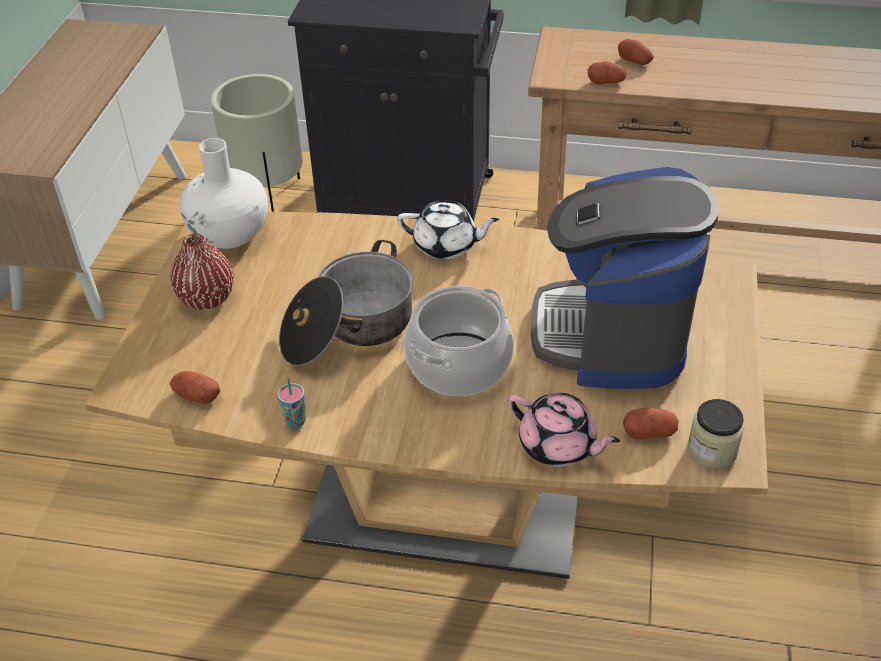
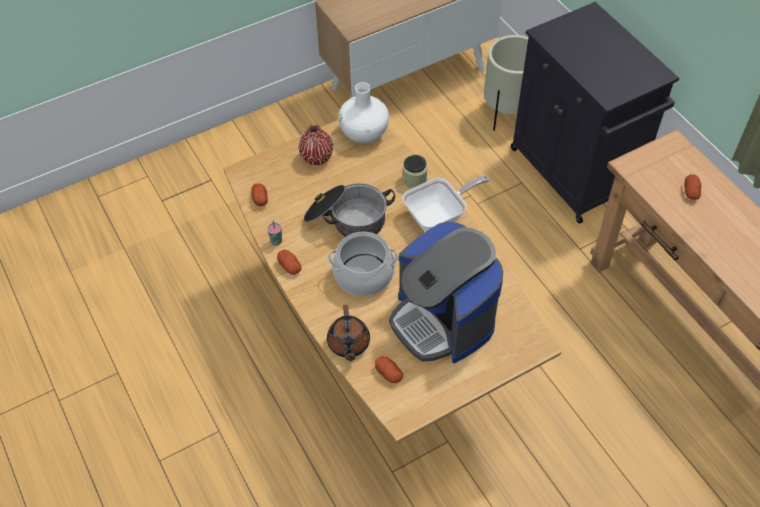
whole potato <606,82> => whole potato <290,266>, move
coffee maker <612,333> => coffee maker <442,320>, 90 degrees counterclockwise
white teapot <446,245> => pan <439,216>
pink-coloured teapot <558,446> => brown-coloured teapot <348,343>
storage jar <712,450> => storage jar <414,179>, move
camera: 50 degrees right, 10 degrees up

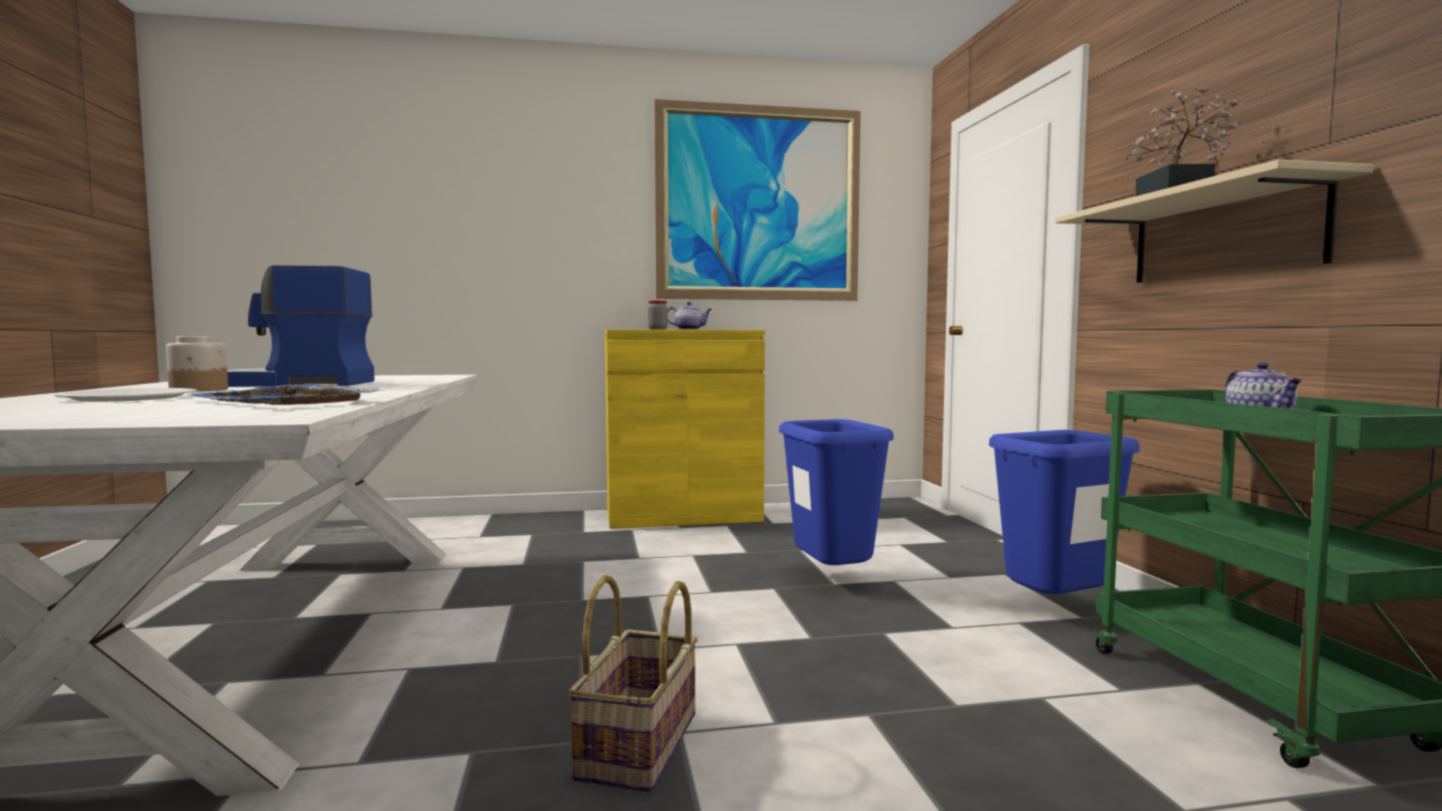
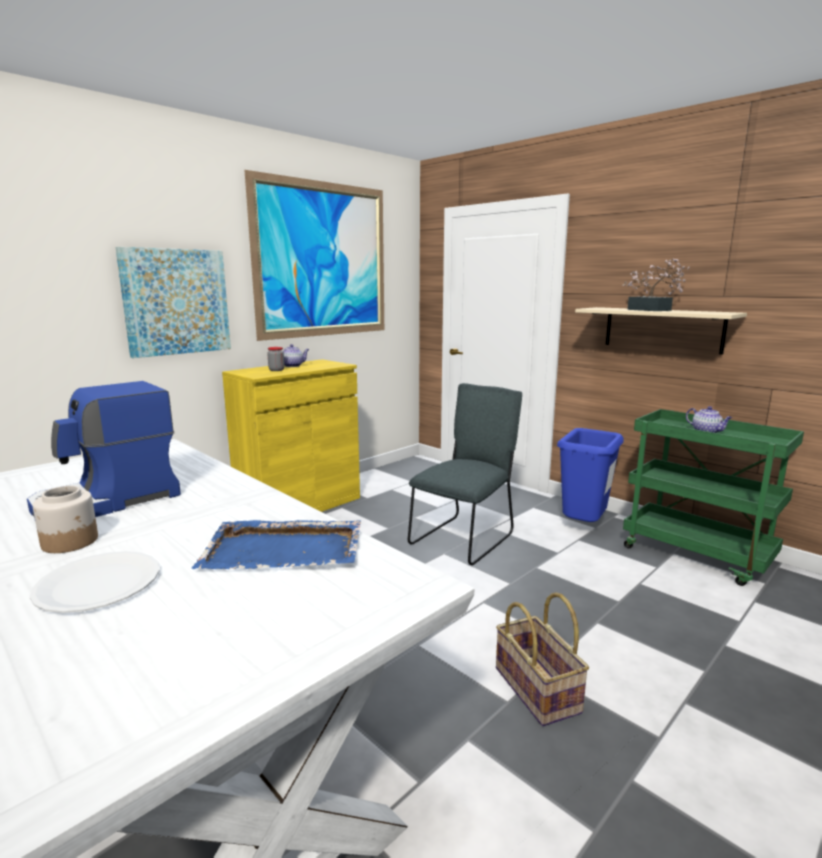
bluish waste bin <832,581> => gray upright chair <465,537>
nothing => picture <176,302>
camera: 35 degrees left, 10 degrees up

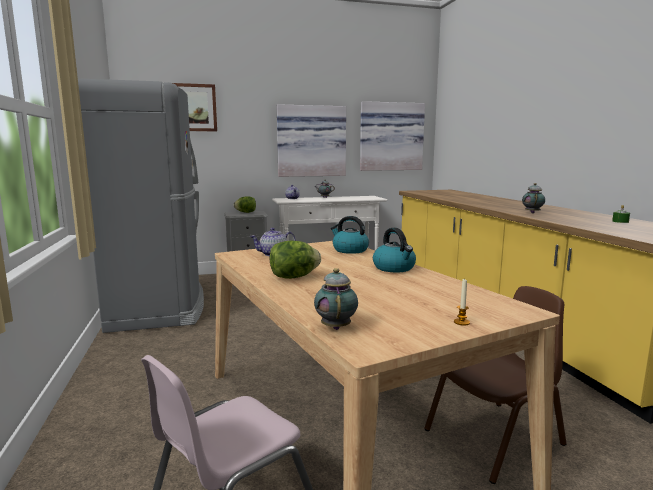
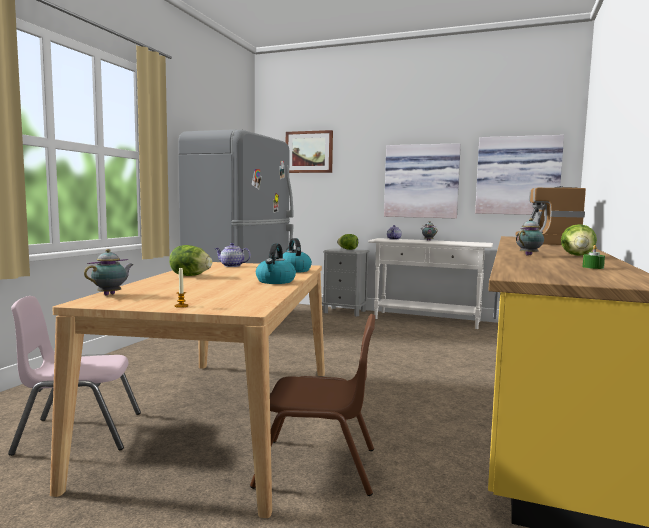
nothing => coffee maker <545,242>
nothing => lettuce <577,255>
camera: 35 degrees right, 5 degrees down

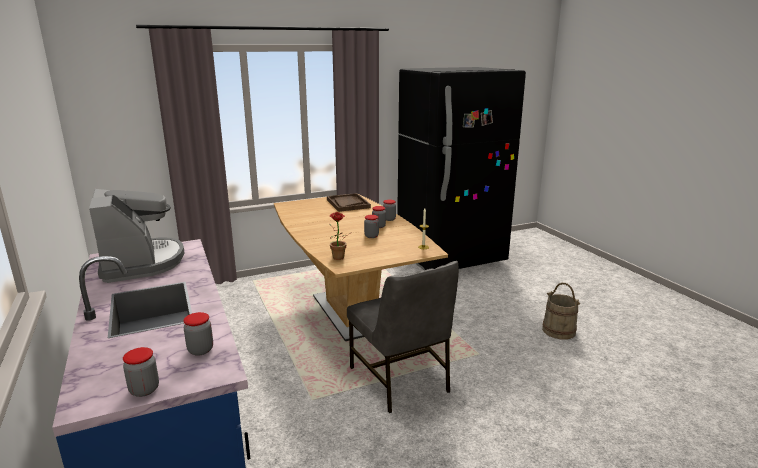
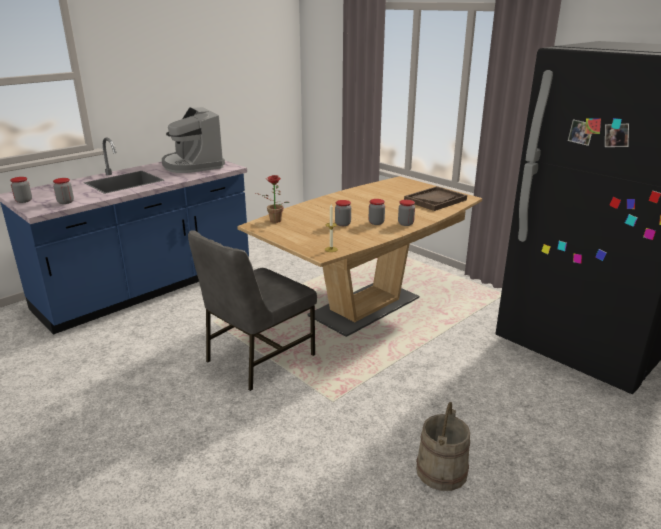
coffee maker <141,262> => coffee maker <192,165>, 105 degrees clockwise
camera: 70 degrees right, 5 degrees up

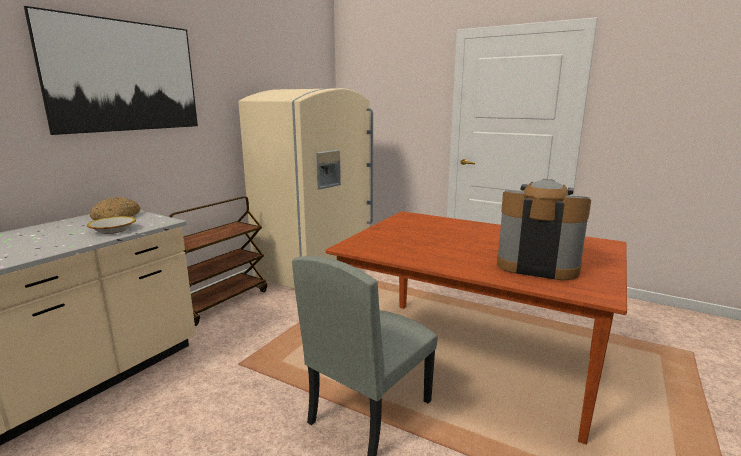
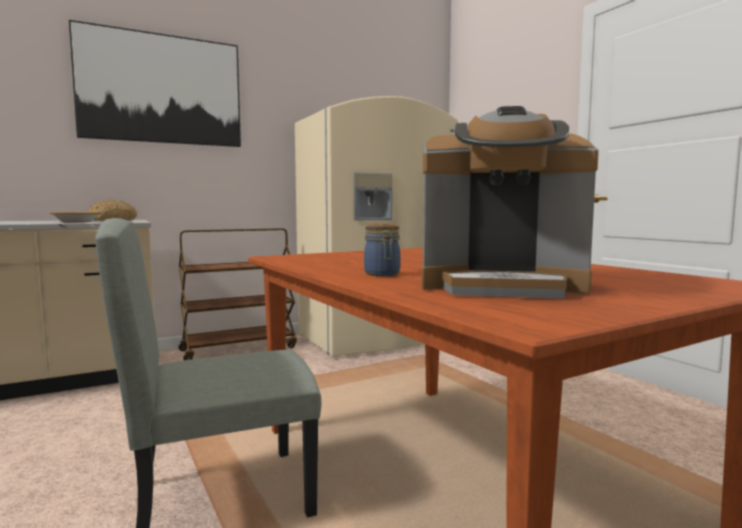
coffee maker <537,264> => coffee maker <500,286>, 135 degrees clockwise
nothing => storage jar <382,274>
camera: 30 degrees right, 10 degrees down

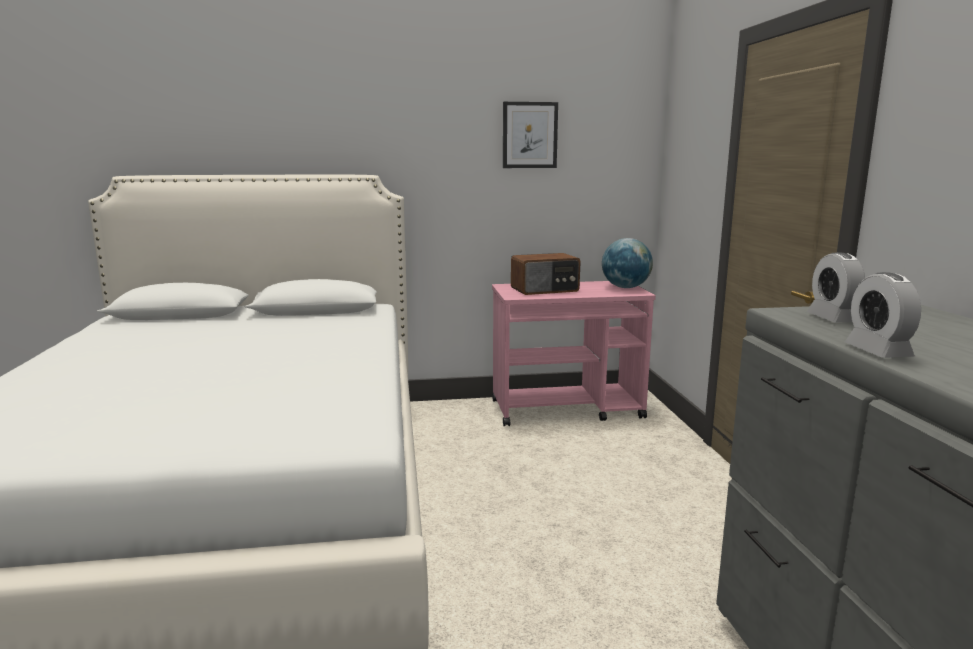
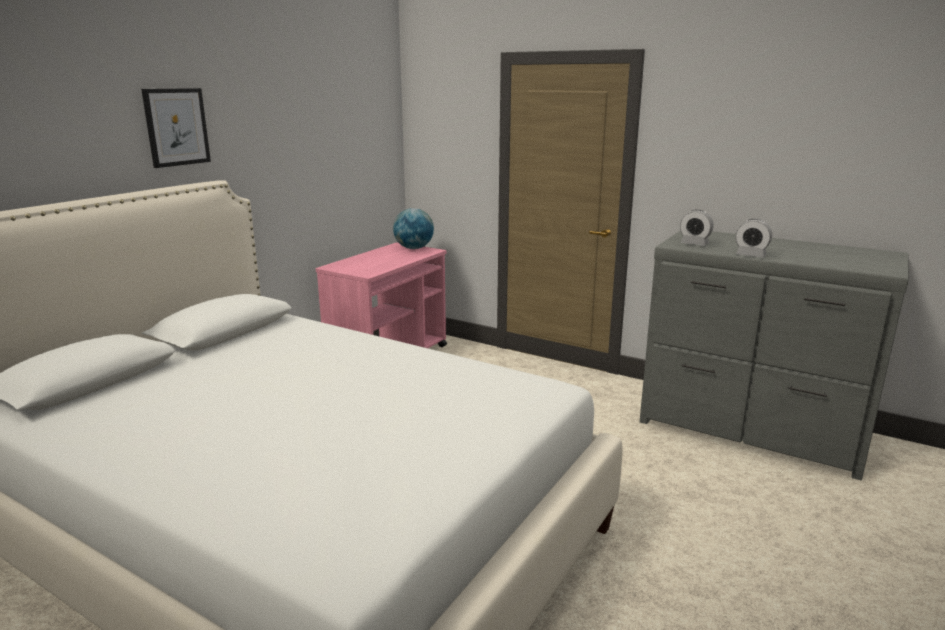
picture <529,135> => picture <176,127>, move
radio <545,290> => nothing
camera: 50 degrees left, 5 degrees up

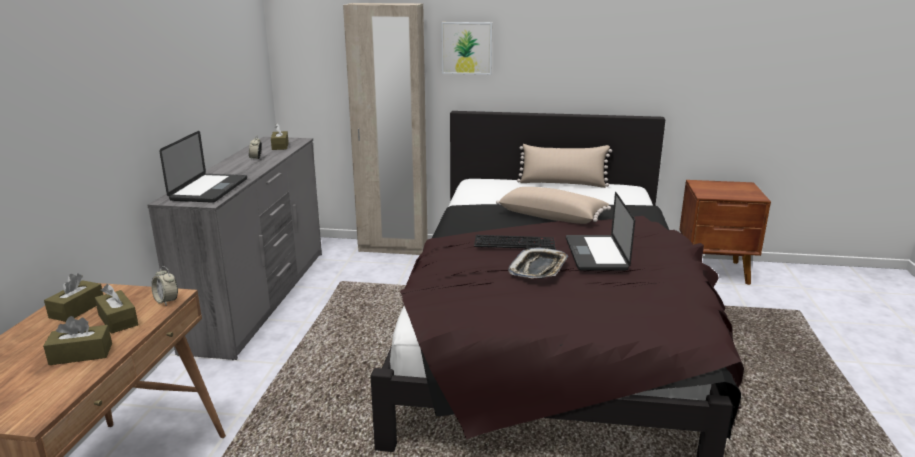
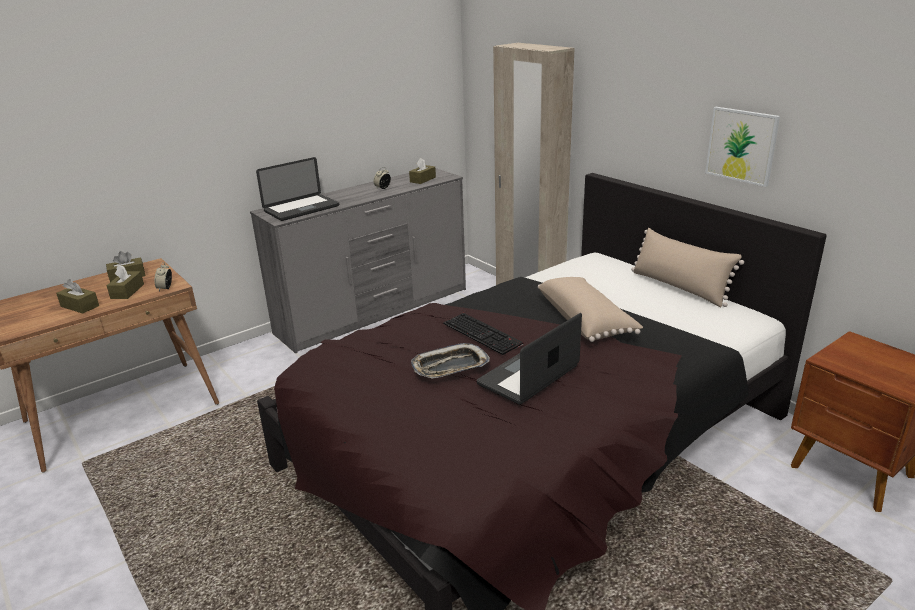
picture <466,48> => picture <741,145>, move
camera: 45 degrees right, 5 degrees up

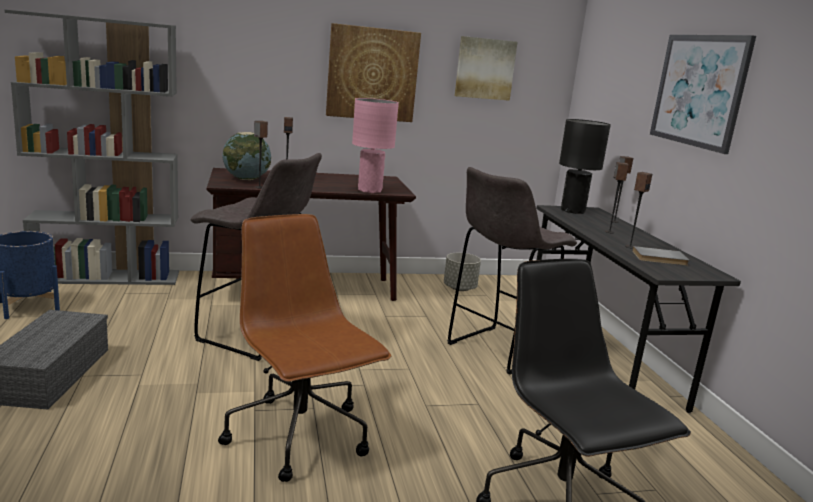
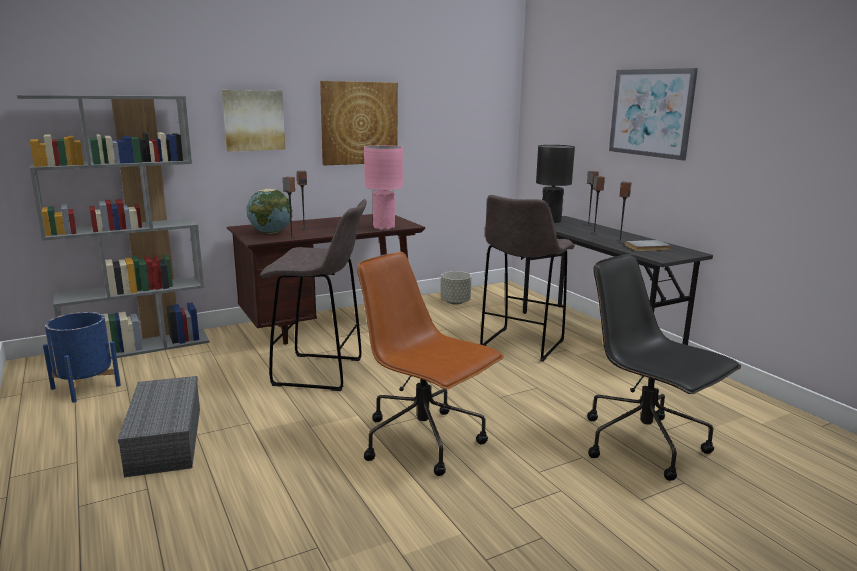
picture <484,68> => picture <253,120>, move
camera: 15 degrees left, 0 degrees up

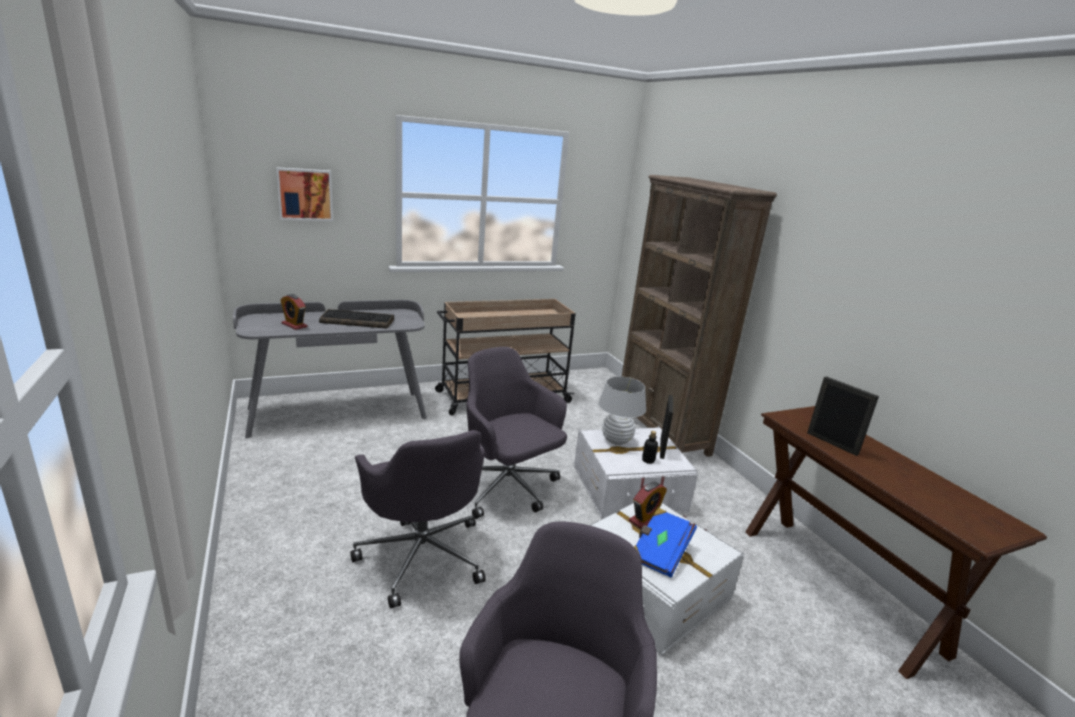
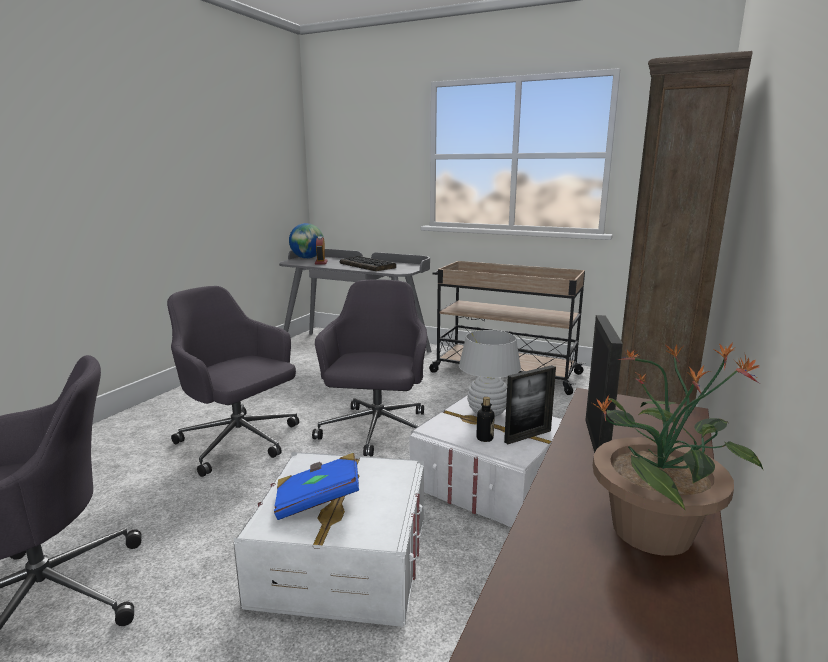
picture <305,194> => nothing
gray office chair <422,555> => gray office chair <240,442>, 105 degrees clockwise
table clock <645,519> => nothing
nothing => world globe <307,258>
nothing => potted plant <653,530>
camera: 50 degrees right, 5 degrees down

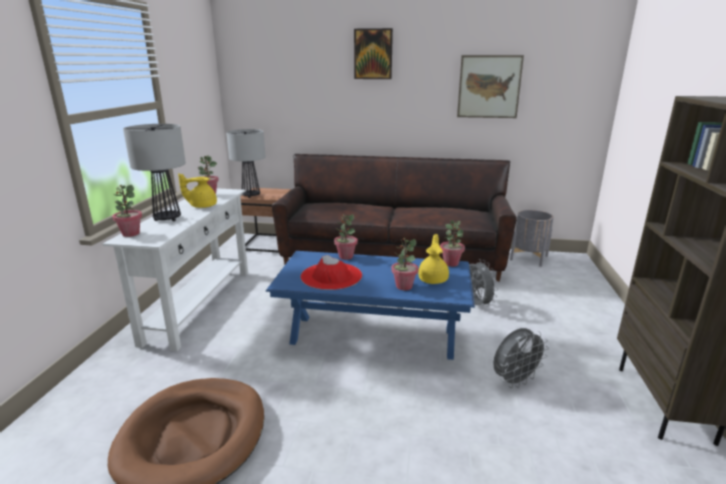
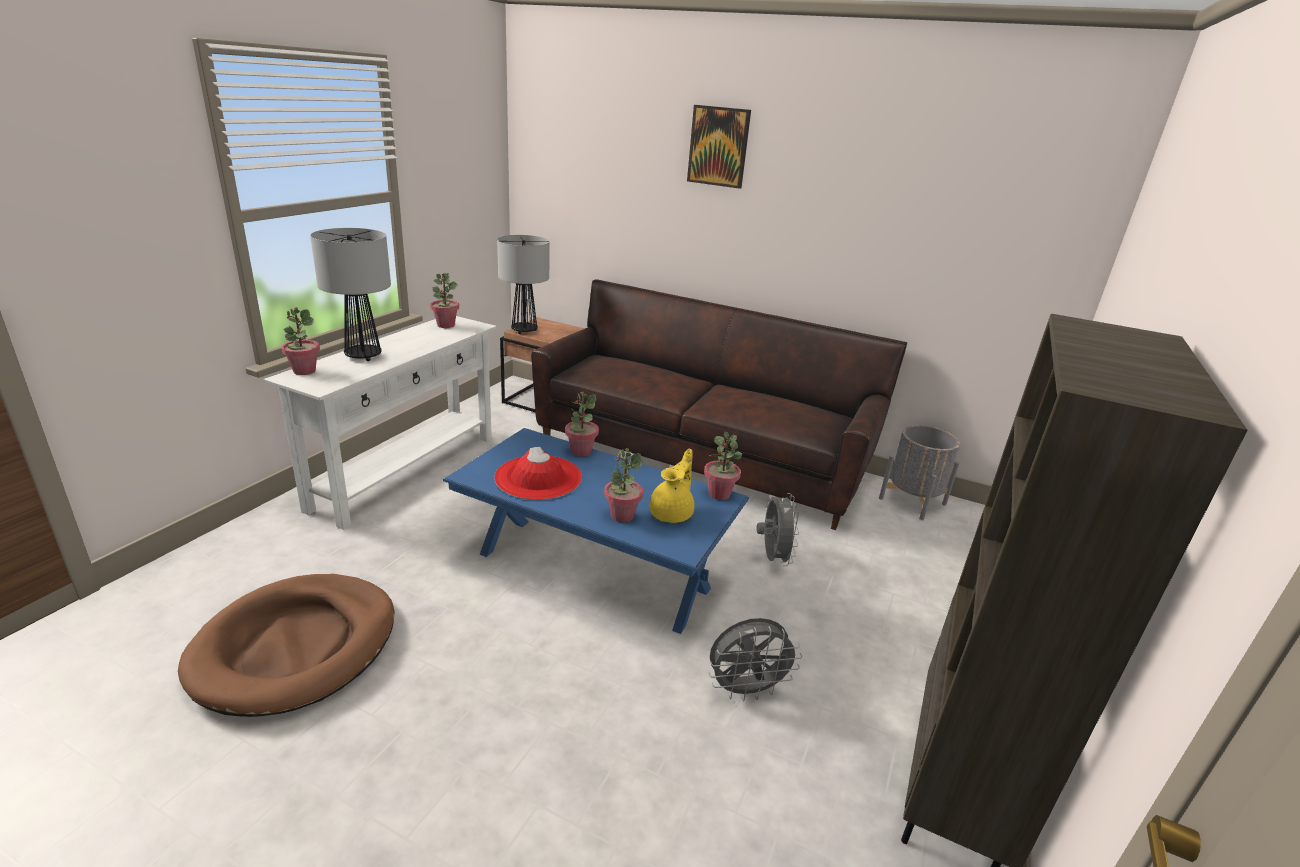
picture <489,87> => nothing
yellow-coloured teapot <202,206> => nothing
camera: 15 degrees right, 5 degrees up

